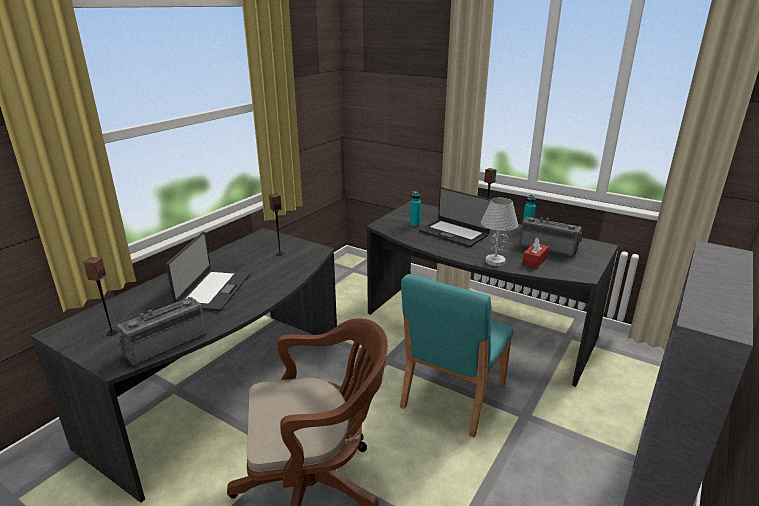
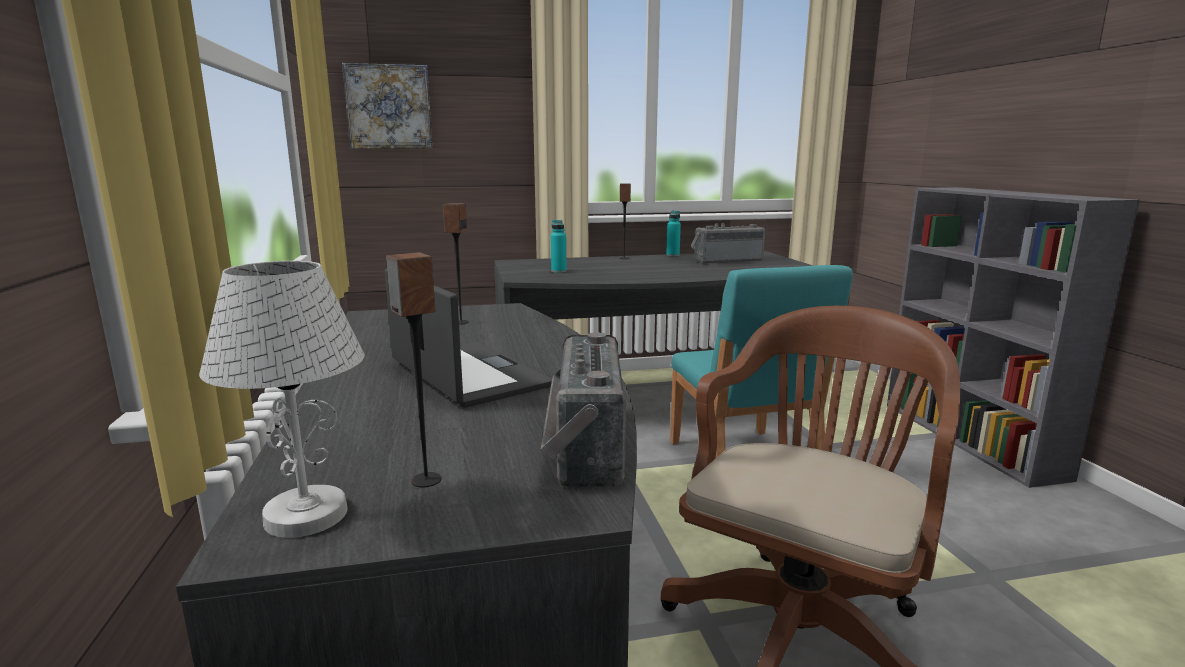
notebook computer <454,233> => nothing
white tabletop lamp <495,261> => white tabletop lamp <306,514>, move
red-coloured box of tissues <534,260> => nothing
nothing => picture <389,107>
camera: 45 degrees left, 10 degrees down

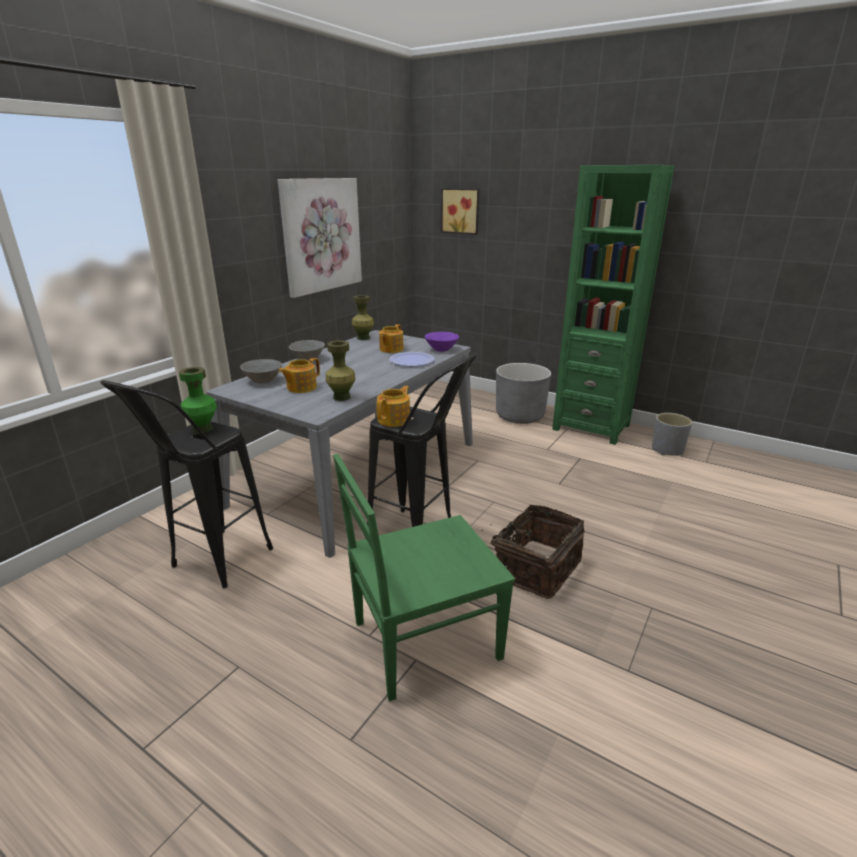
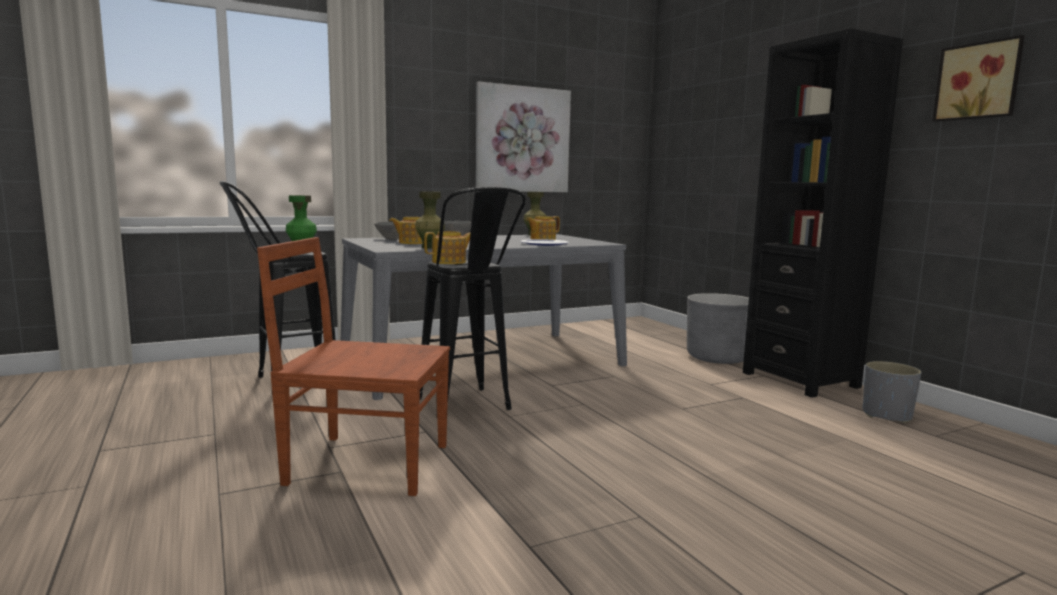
green-coloured shelving unit <591,427> => black shelving unit <800,380>
picture <461,211> => picture <978,81>, move
purple-coloured deep dish <442,349> => nothing
green-coloured upright chair <422,641> => brown-coloured upright chair <365,463>
basket <535,568> => nothing
camera: 30 degrees right, 15 degrees down

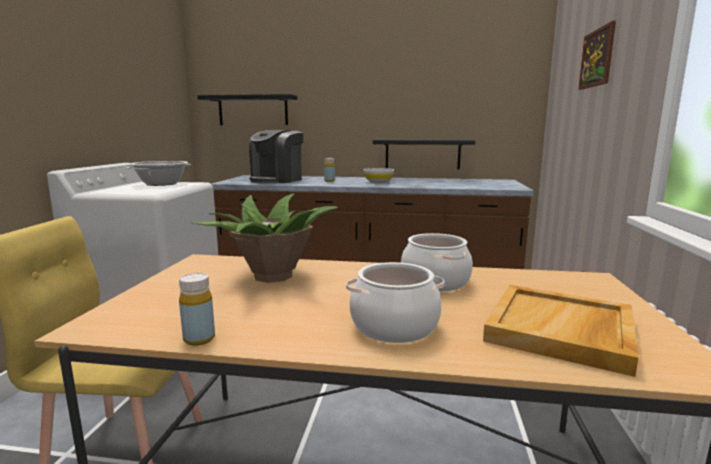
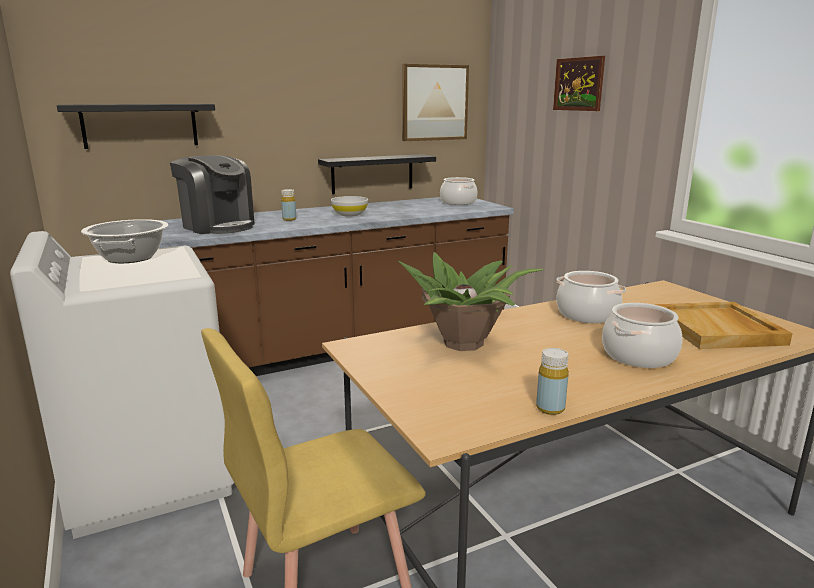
coffee maker <277,180> => coffee maker <218,226>, 45 degrees counterclockwise
nothing => picture <434,103>
nothing => cooking pot <458,202>
camera: 35 degrees left, 5 degrees up

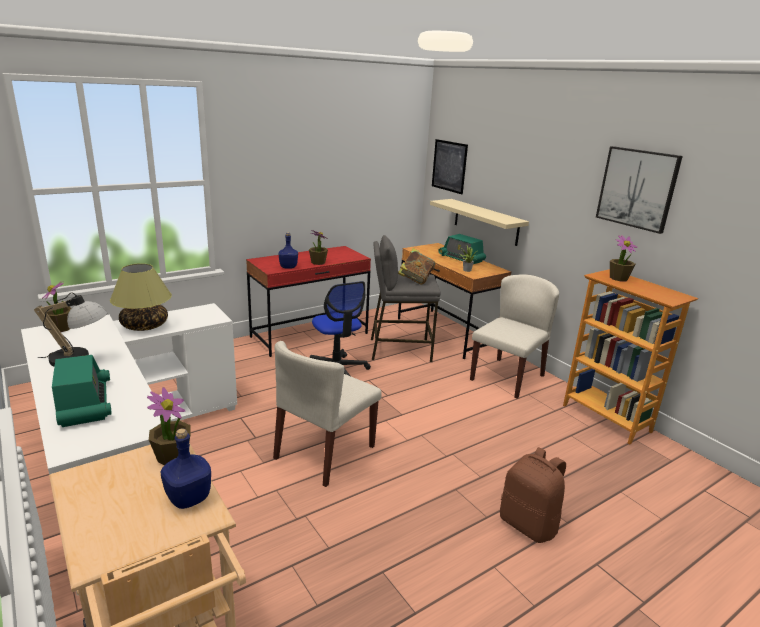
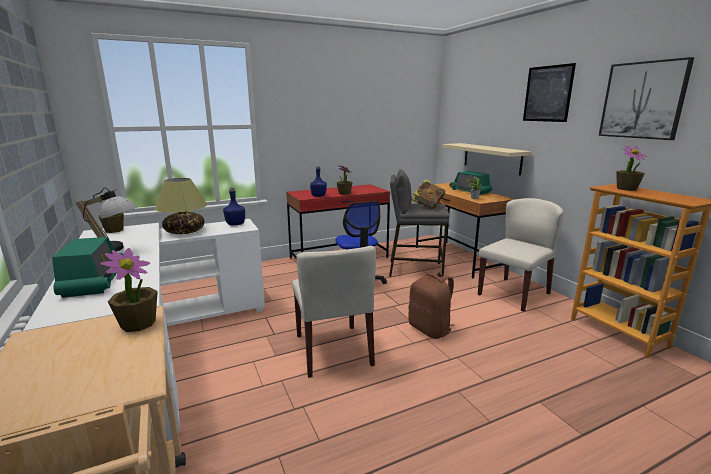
picture <449,166> => picture <547,94>, move
sand-coloured upright chair <325,453> => sand-coloured upright chair <333,350>, 60 degrees counterclockwise
bluish drink bottle <188,497> => bluish drink bottle <235,224>, move
brown-coloured backpack <529,524> => brown-coloured backpack <430,329>, move
camera: 10 degrees right, 5 degrees down

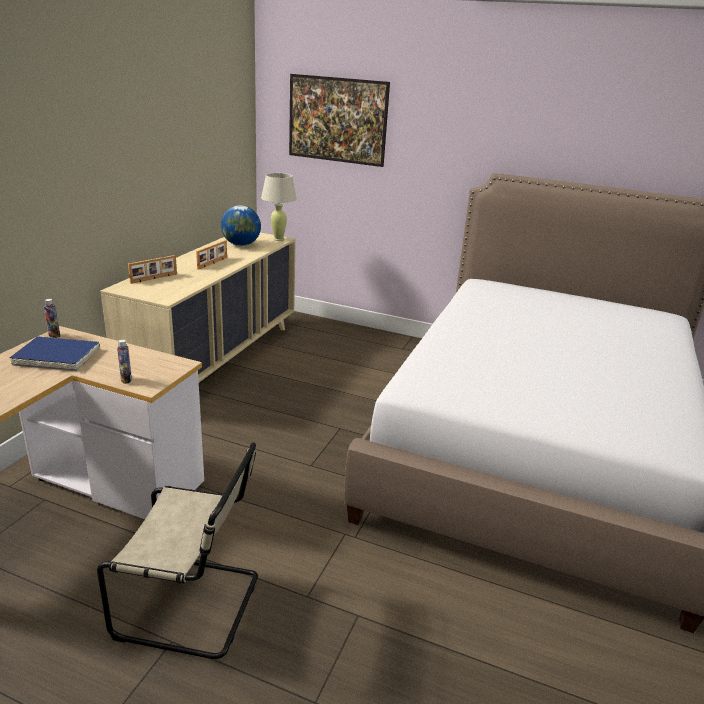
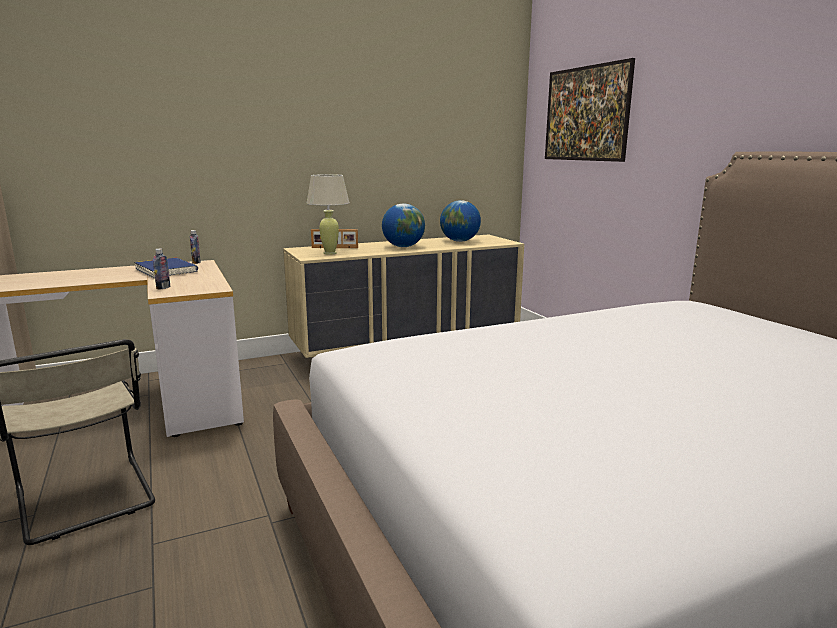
sand-coloured tabletop lamp <278,239> => sand-coloured tabletop lamp <330,253>, move
picture frame <213,263> => world globe <403,247>
camera: 45 degrees right, 10 degrees down

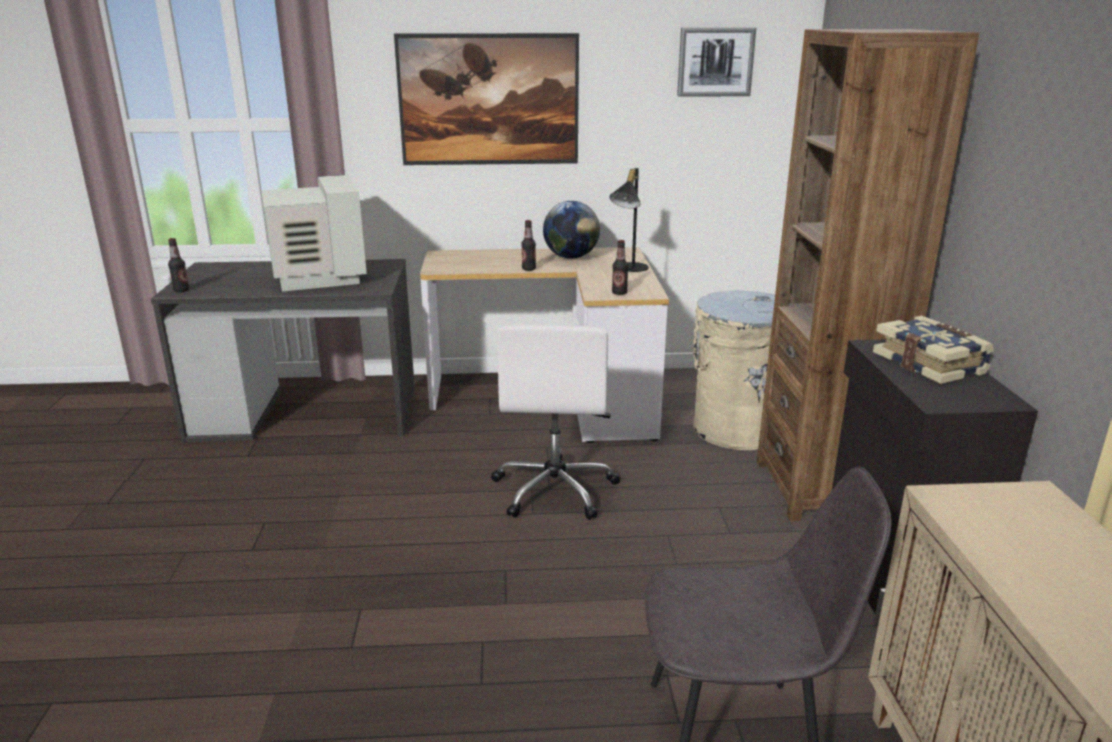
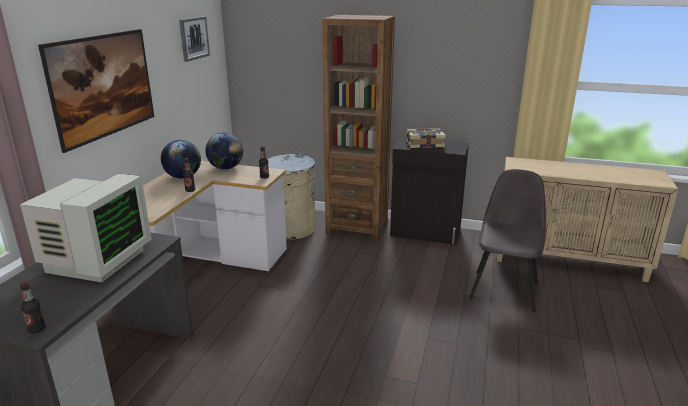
black tabletop lamp <629,268> => world globe <226,168>
monitor <317,277> => monitor <95,261>, 105 degrees clockwise
white office chair <555,489> => nothing
camera: 70 degrees left, 0 degrees up

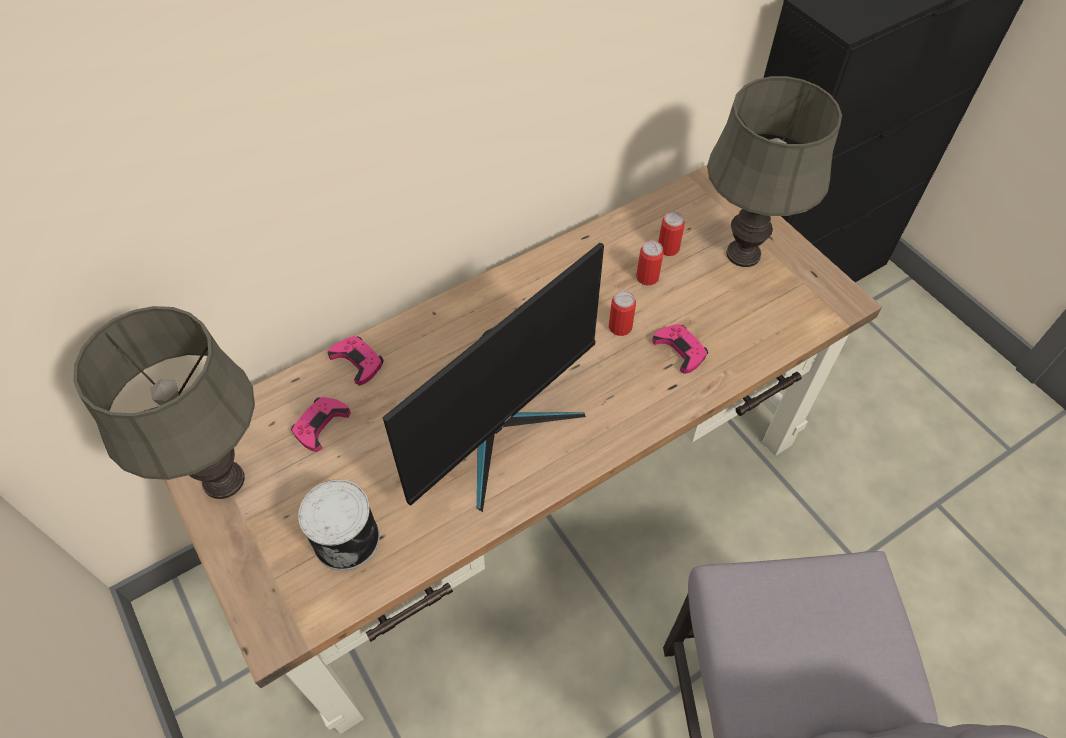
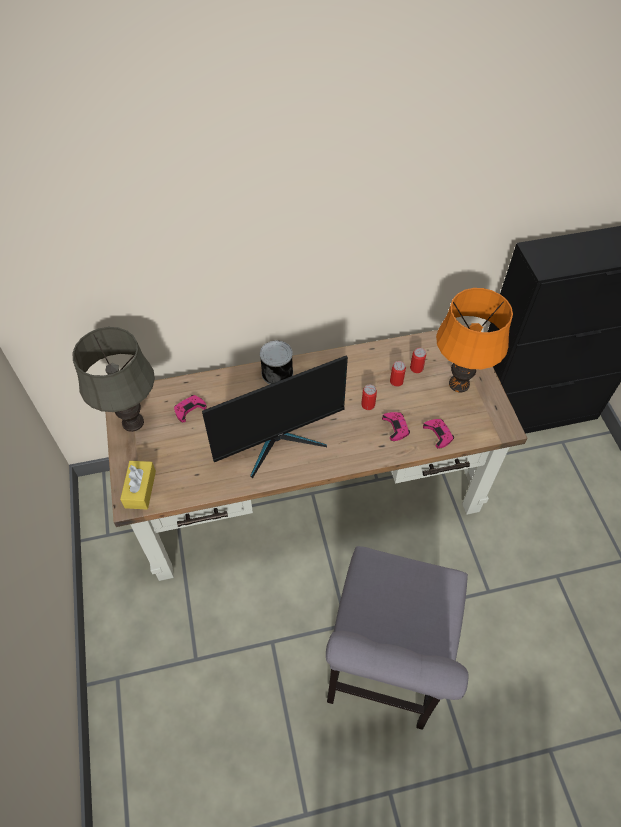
gray tabletop lamp <743,253> => orange tabletop lamp <459,383>
pink-coloured gamepad <357,361> => pink-coloured gamepad <438,434>, move
metal can <347,537> => metal can <278,372>, move
nothing => yellow-coloured box of tissues <140,489>
camera: 20 degrees right, 0 degrees up

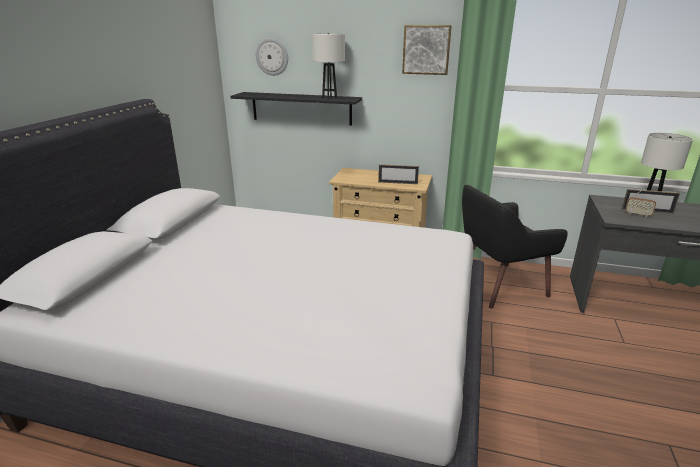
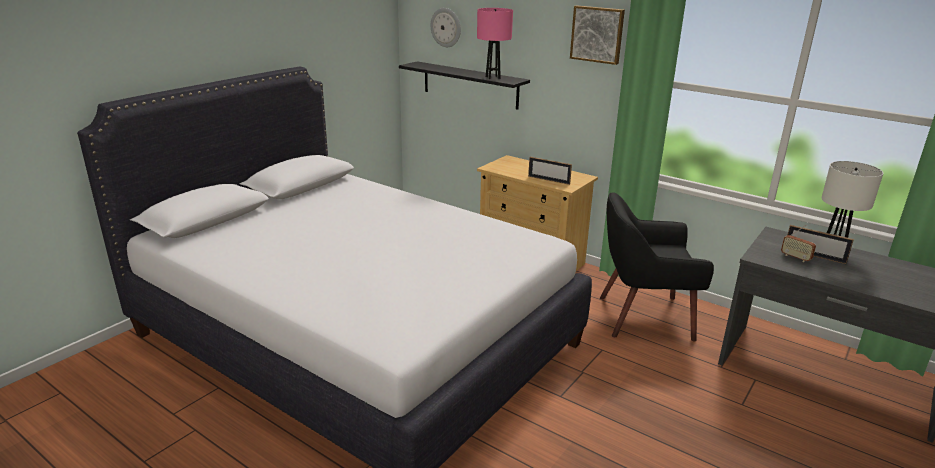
white tabletop lamp <329,98> => pink-coloured tabletop lamp <493,77>
camera: 20 degrees right, 0 degrees up

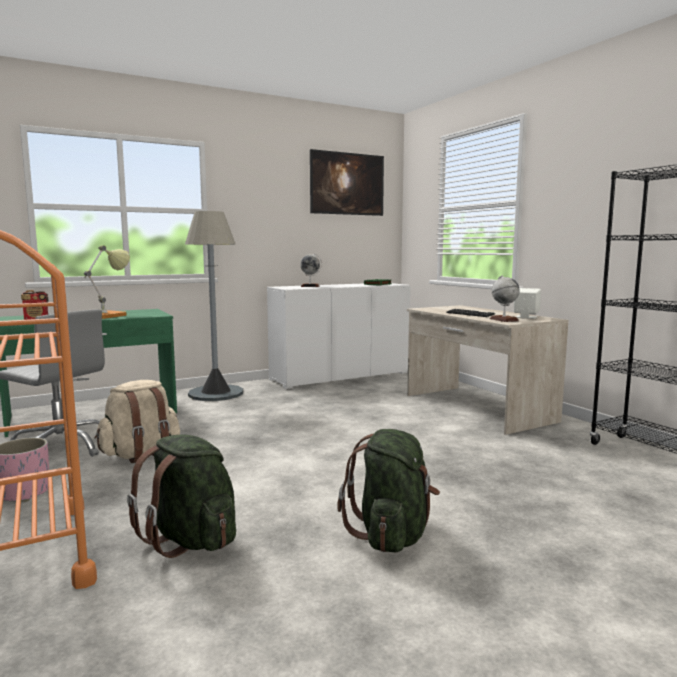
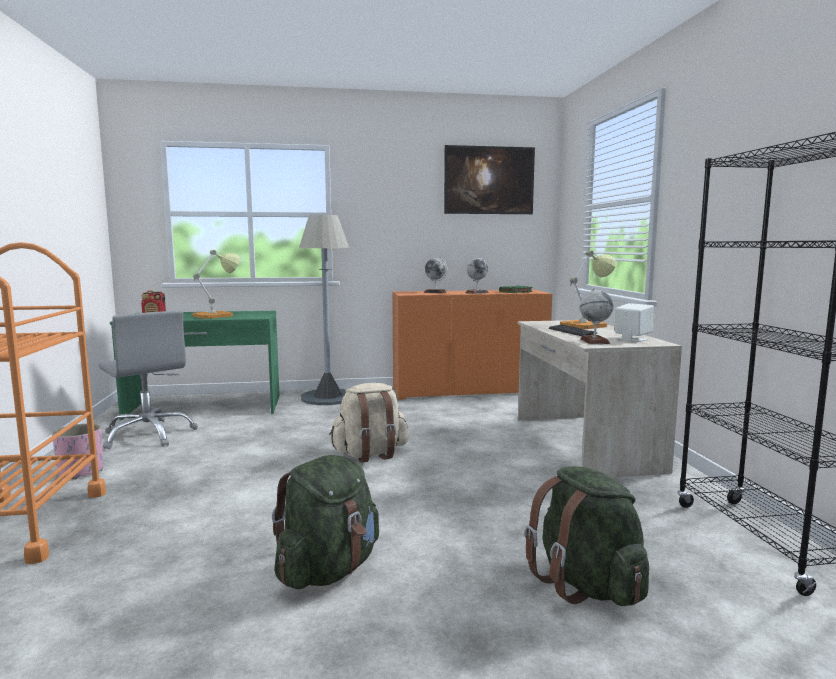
white storage cabinet <340,376> => orange storage cabinet <469,391>
sand-coloured backpack <141,454> => sand-coloured backpack <370,454>, move
green-coloured backpack <191,539> => green-coloured backpack <586,585>, move
nothing => tabletop lamp <587,325>
nothing => world globe <477,292>
camera: 20 degrees right, 0 degrees up

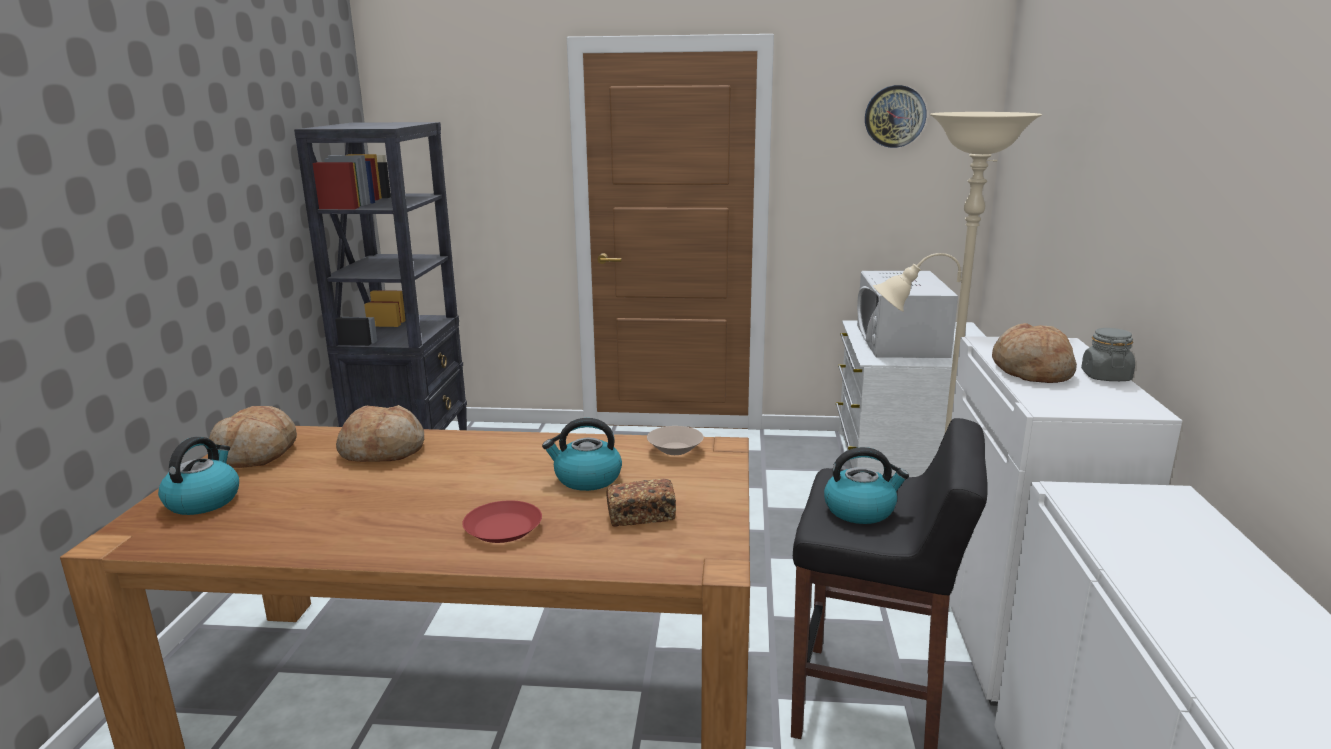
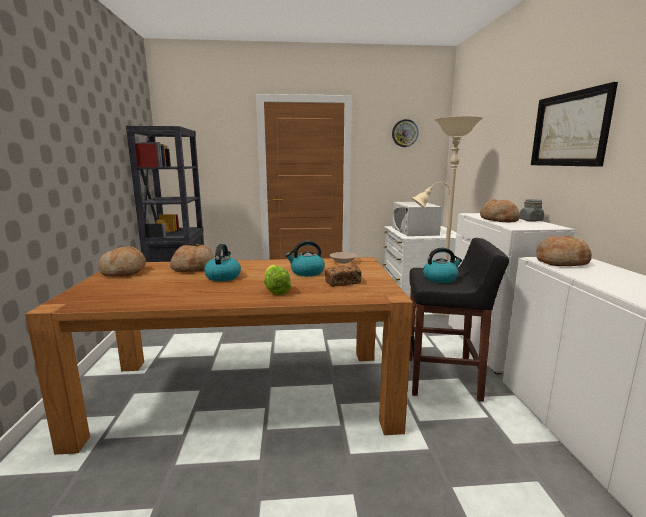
tea kettle <203,500> => tea kettle <223,277>, move
red-coloured plate <502,528> => lettuce <276,290>
nothing => picture <569,129>
nothing => baked bread <561,262>
camera: 10 degrees left, 5 degrees down

